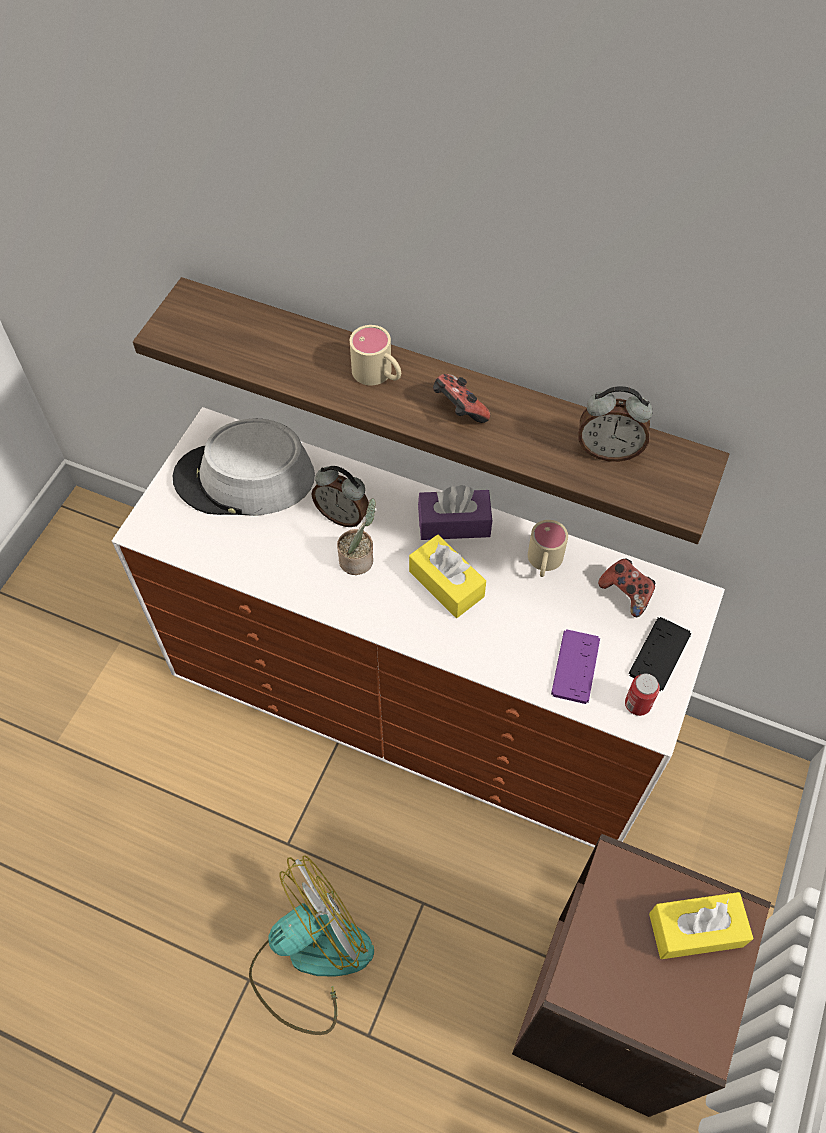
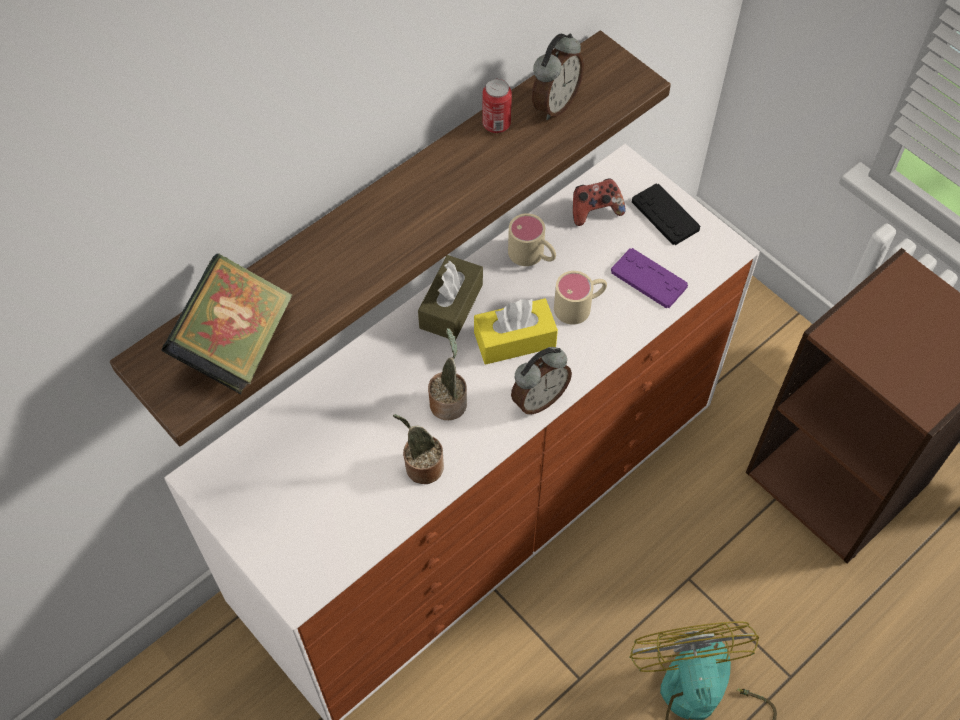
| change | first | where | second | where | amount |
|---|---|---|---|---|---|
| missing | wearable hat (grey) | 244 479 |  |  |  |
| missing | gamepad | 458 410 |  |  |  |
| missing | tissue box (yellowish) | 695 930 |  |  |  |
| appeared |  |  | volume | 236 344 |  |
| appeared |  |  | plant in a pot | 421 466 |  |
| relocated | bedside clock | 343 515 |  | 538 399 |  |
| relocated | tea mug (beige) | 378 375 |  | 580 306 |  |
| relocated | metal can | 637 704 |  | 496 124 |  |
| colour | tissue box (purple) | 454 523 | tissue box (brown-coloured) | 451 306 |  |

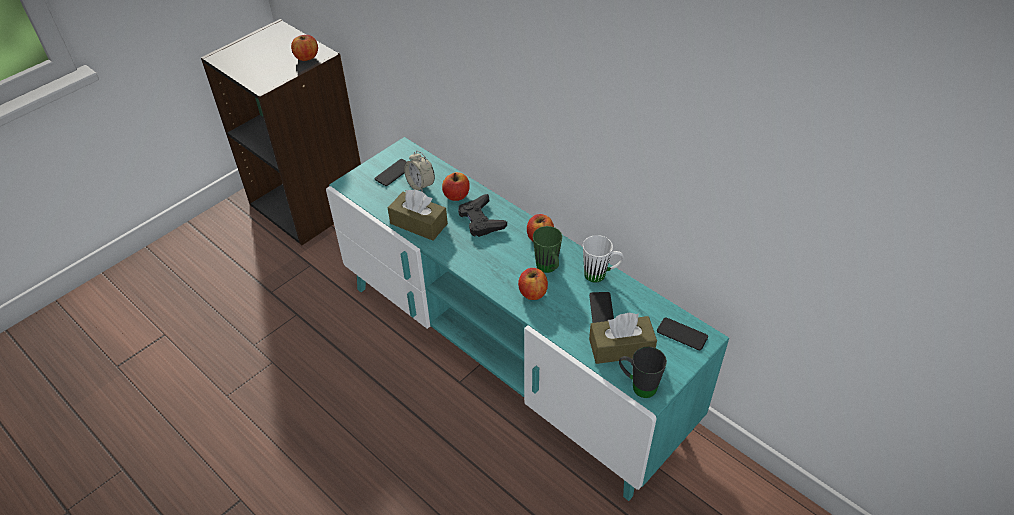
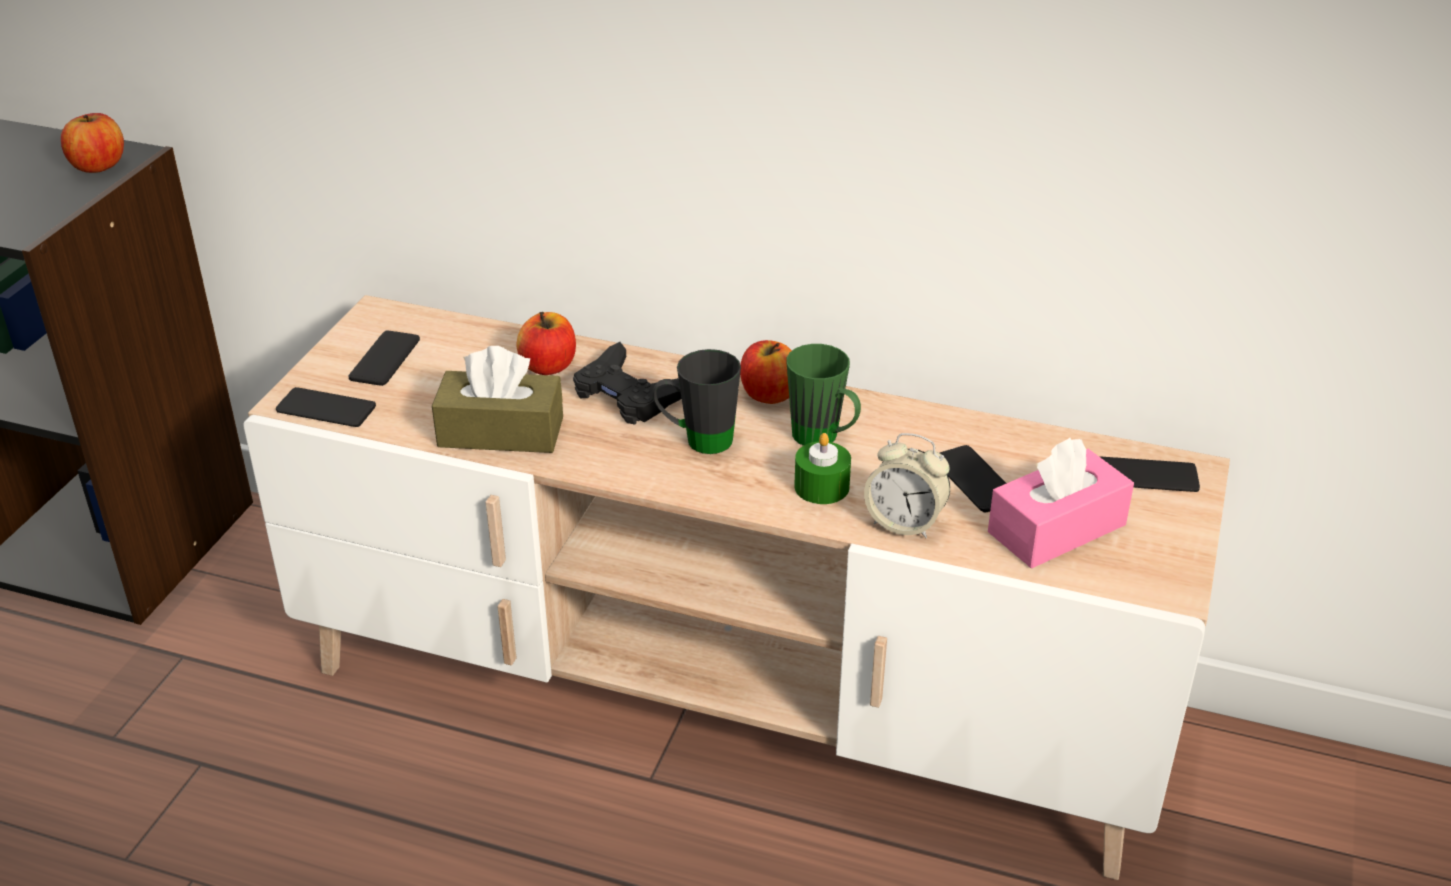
| change | first | where | second | where | amount |
|---|---|---|---|---|---|
| missing | tea mug (white) | 600 275 |  |  |  |
| appeared |  |  | phone | 326 409 |  |
| relocated | bedside clock | 420 185 |  | 904 523 |  |
| relocated | tea mug (black-coloured) | 638 385 |  | 697 440 |  |
| exchanged | apple | 532 293 | candle (greenish) | 821 487 |  |
| colour | media console (turquoise) | 509 356 | media console (beige) | 726 698 |  |
| colour | tissue box (brown-coloured) | 621 347 | tissue box (pink-coloured) | 1056 528 |  |

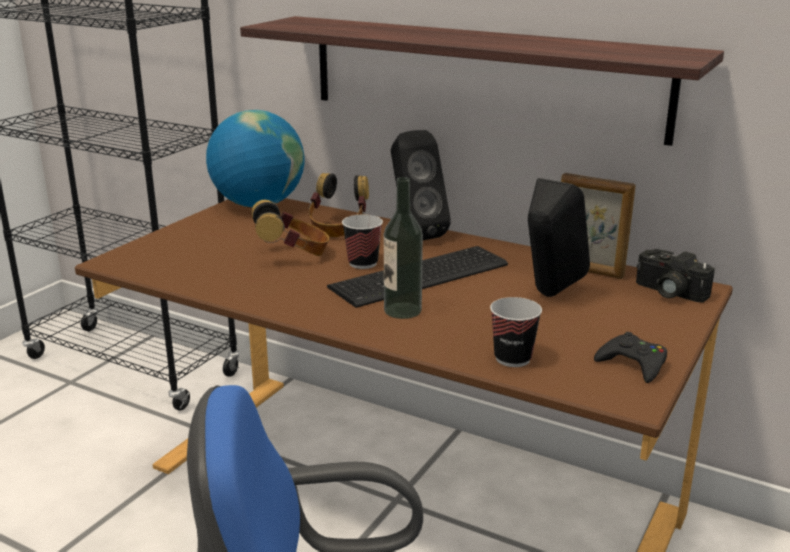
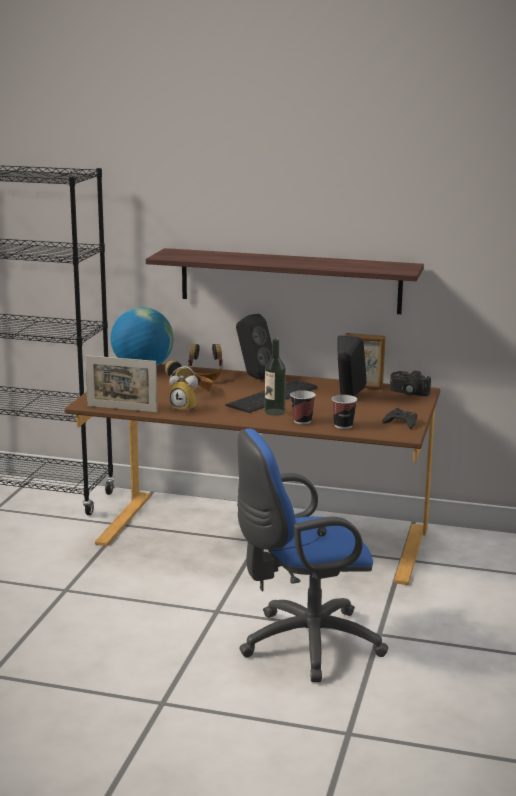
| change | first | where | second | where | amount |
|---|---|---|---|---|---|
| appeared |  |  | picture frame | 122 409 |  |
| appeared |  |  | bedside clock | 185 408 |  |
| relocated | drinking cup | 363 263 |  | 302 421 |  |

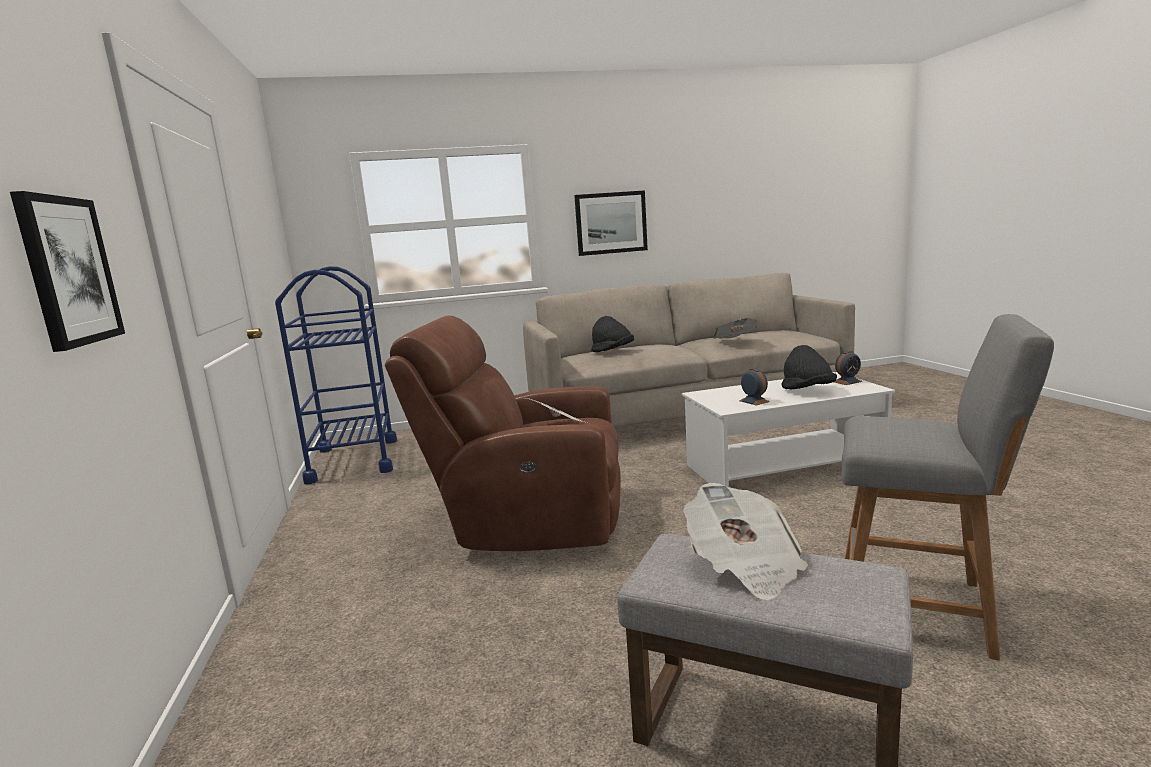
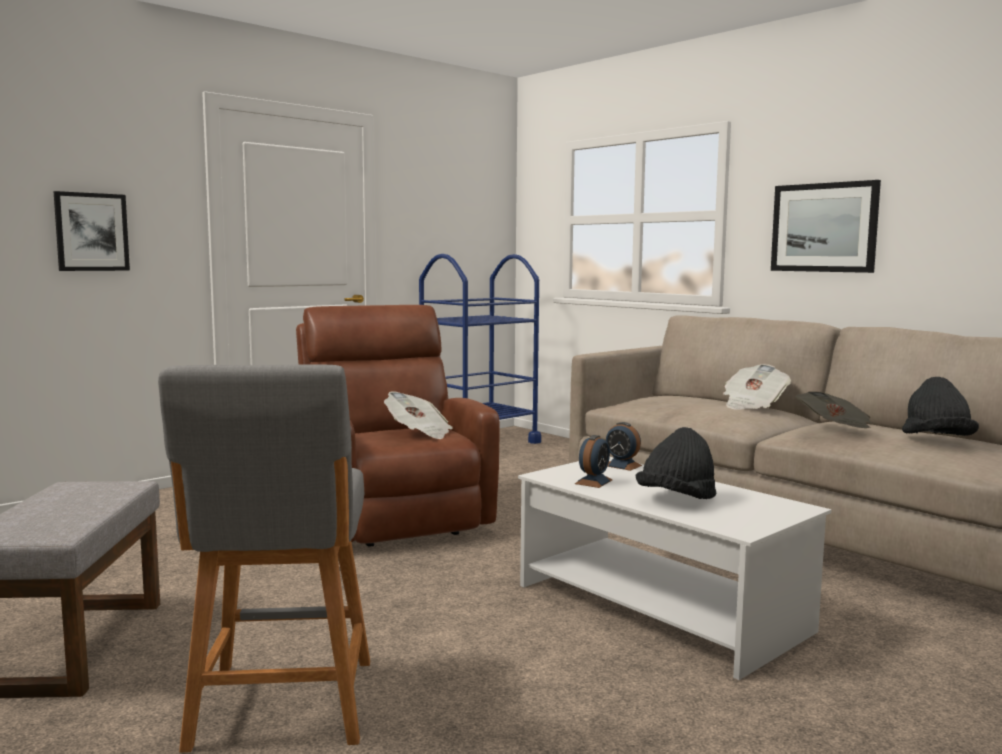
| change | first | where | second | where | amount |
|---|---|---|---|---|---|
| relocated | wearable hat (black-coloured) | 612 352 |  | 936 441 |  |
| relocated | daily paper | 744 567 |  | 752 405 |  |
| relocated | bedside clock | 847 381 |  | 622 465 |  |

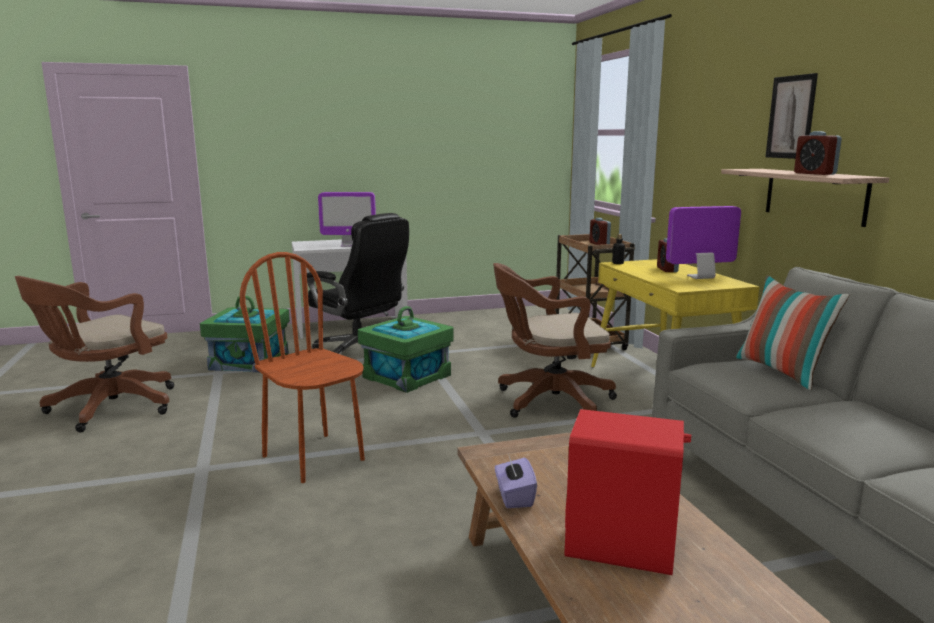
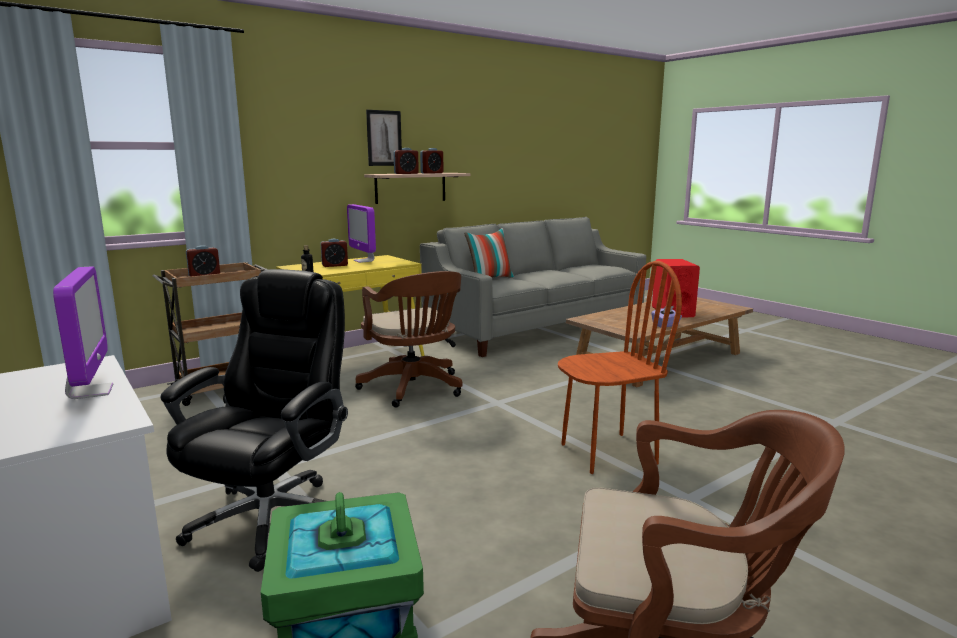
| change | first | where | second | where | amount |
|---|---|---|---|---|---|
| missing | storage box (greenish) | 407 376 |  |  |  |
| appeared |  |  | bedside clock | 406 173 |  |
| spun | chair (brown-coloured) | 314 457 |  | 608 453 | 135 degrees counterclockwise |

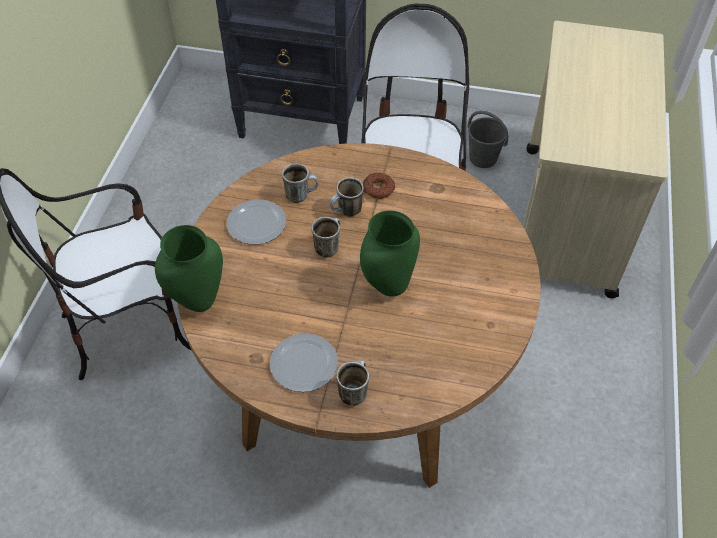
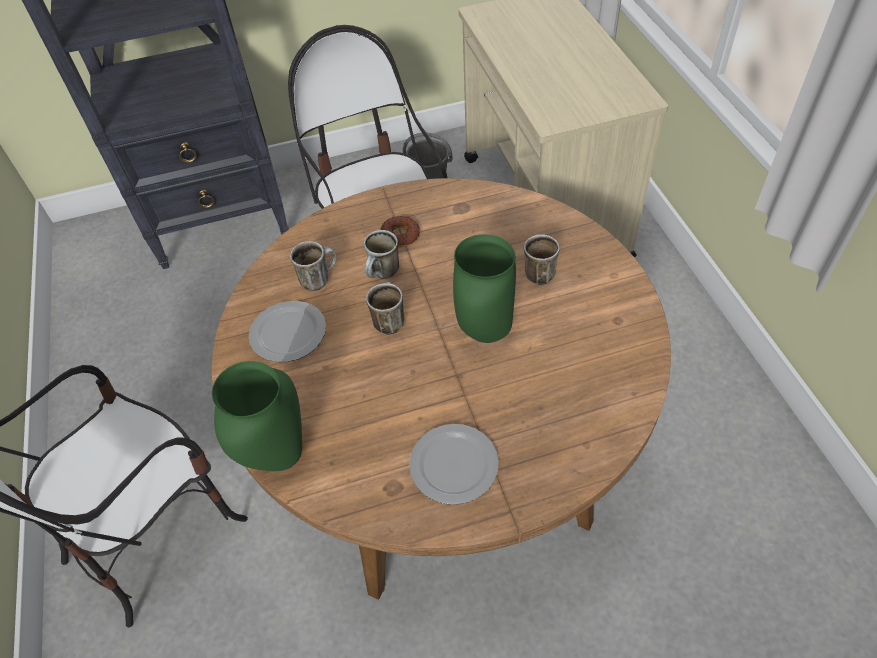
| change | first | where | second | where | amount |
|---|---|---|---|---|---|
| relocated | tea mug | 353 391 |  | 537 272 |  |

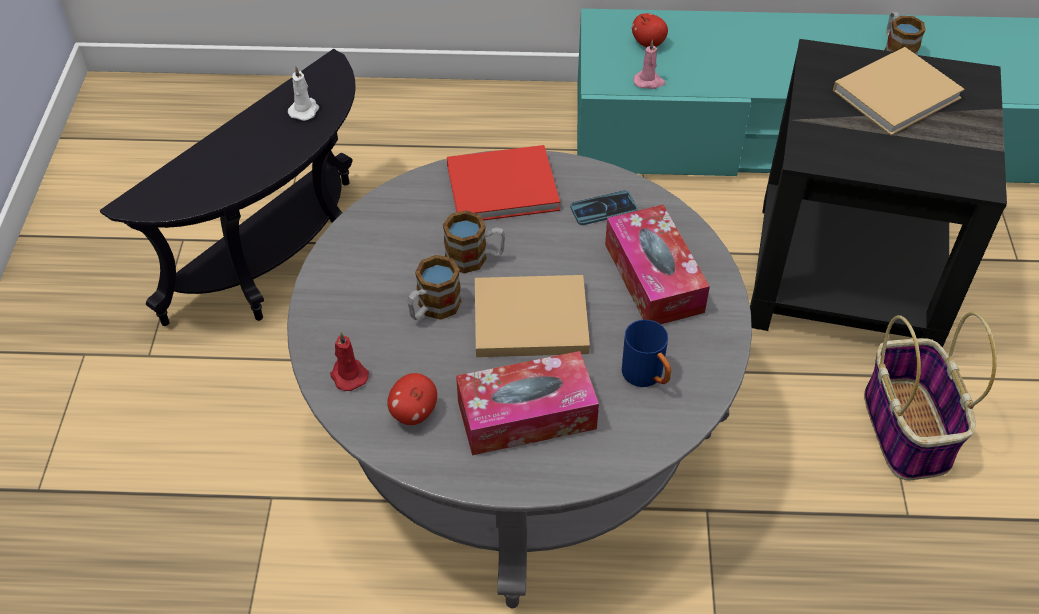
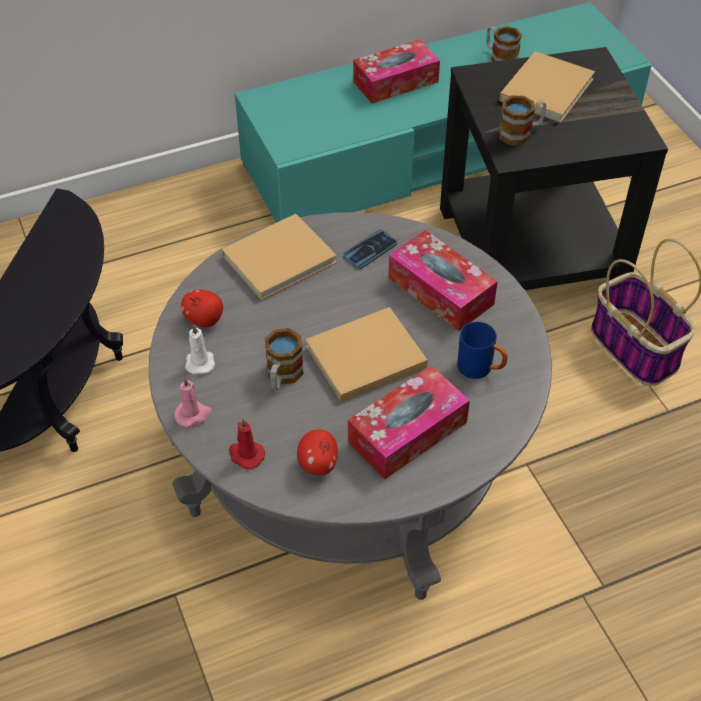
| change | first | where | second | where | amount |
|---|---|---|---|---|---|
| appeared |  |  | tissue box | 395 81 |  |
| relocated | candle (white) | 304 110 |  | 200 361 |  |
| relocated | tea mug | 475 258 |  | 521 133 |  |
| relocated | apple | 648 43 |  | 204 320 |  |
| relocated | candle (pink-coloured) | 649 82 |  | 193 414 |  |
| colour | volume (reddish) | 506 187 | volume (beige) | 282 258 |  |

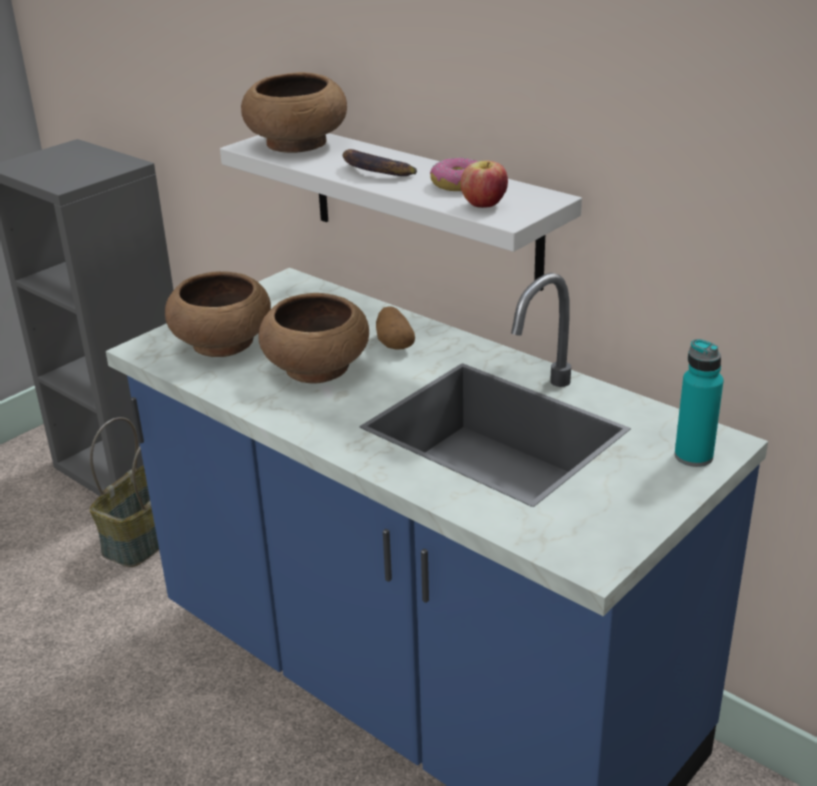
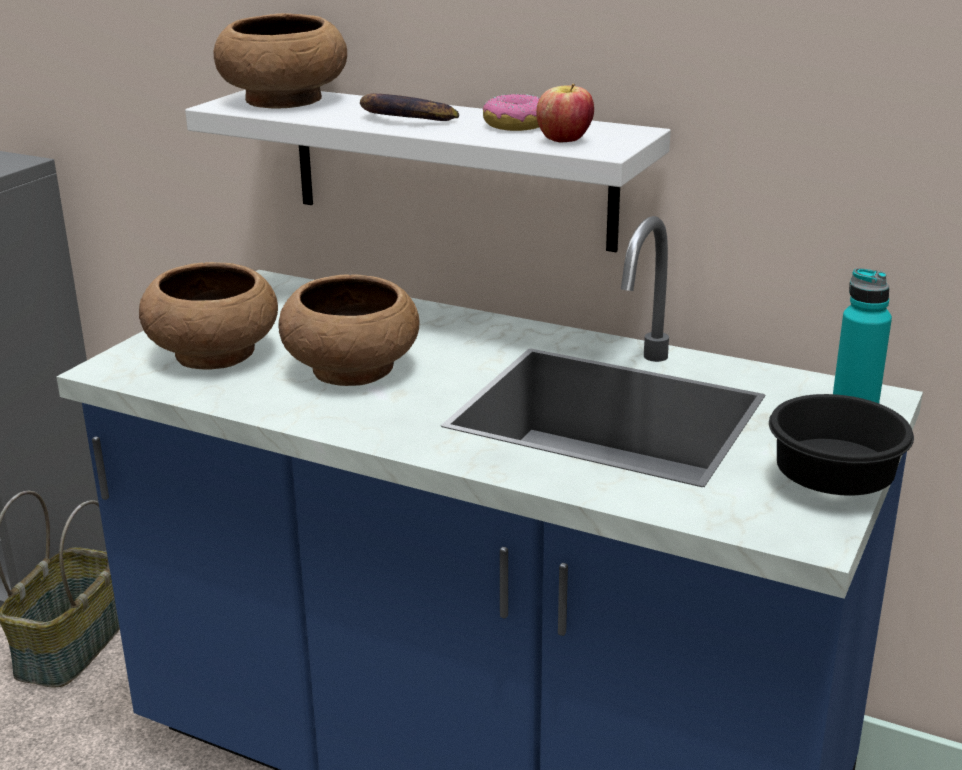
| change | first | where | second | where | amount |
|---|---|---|---|---|---|
| missing | whole potato | 394 343 |  |  |  |
| appeared |  |  | serving bowl (black-coloured) | 828 484 |  |

